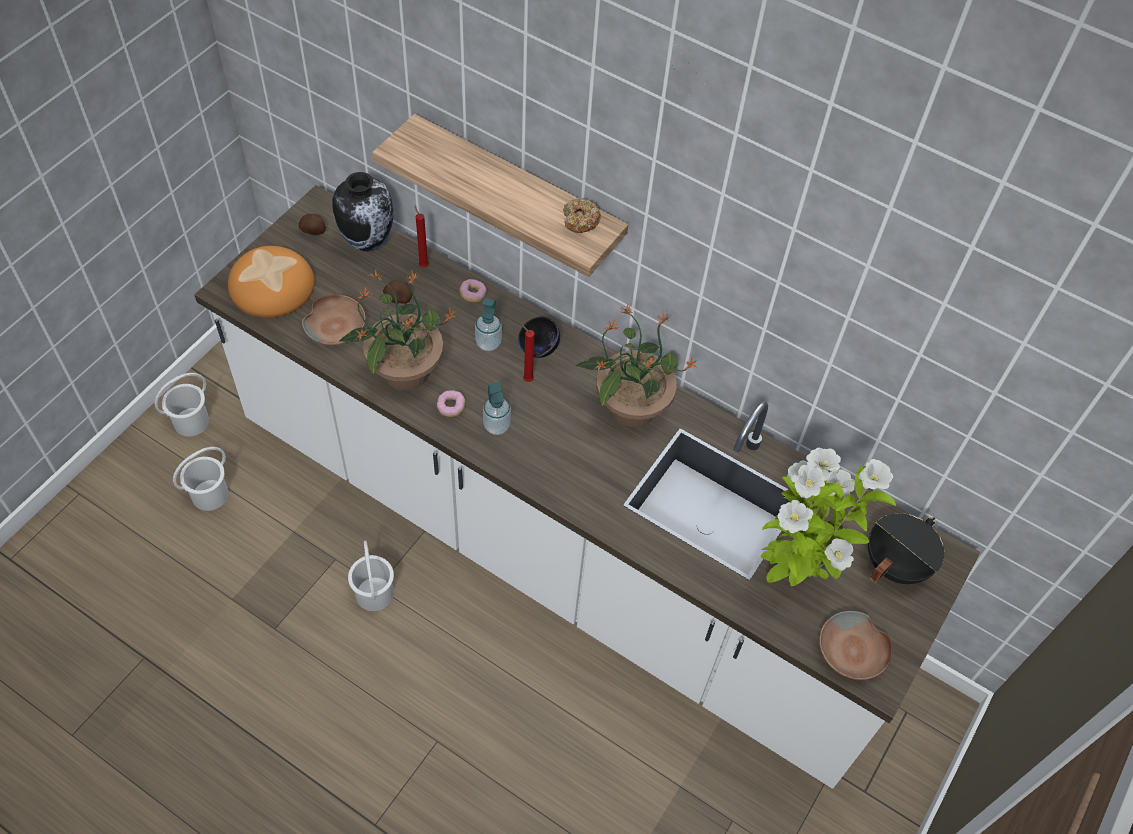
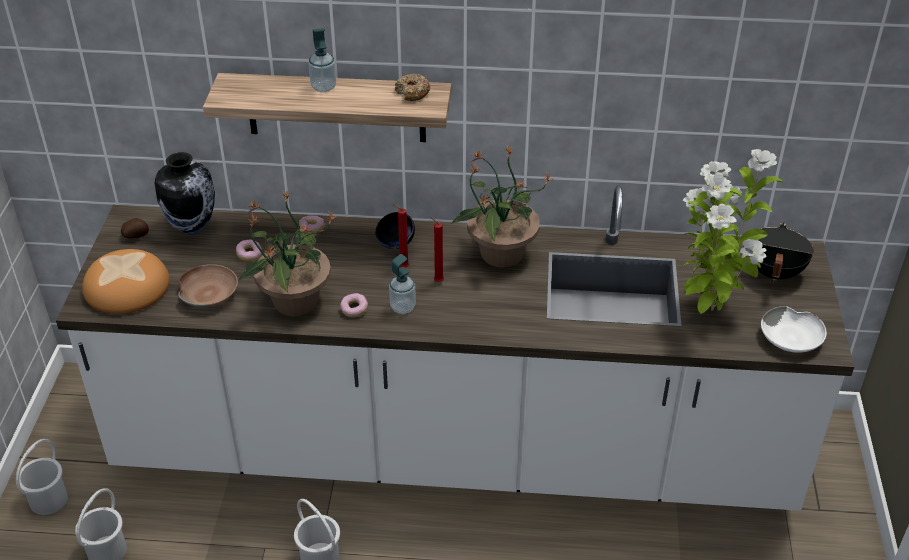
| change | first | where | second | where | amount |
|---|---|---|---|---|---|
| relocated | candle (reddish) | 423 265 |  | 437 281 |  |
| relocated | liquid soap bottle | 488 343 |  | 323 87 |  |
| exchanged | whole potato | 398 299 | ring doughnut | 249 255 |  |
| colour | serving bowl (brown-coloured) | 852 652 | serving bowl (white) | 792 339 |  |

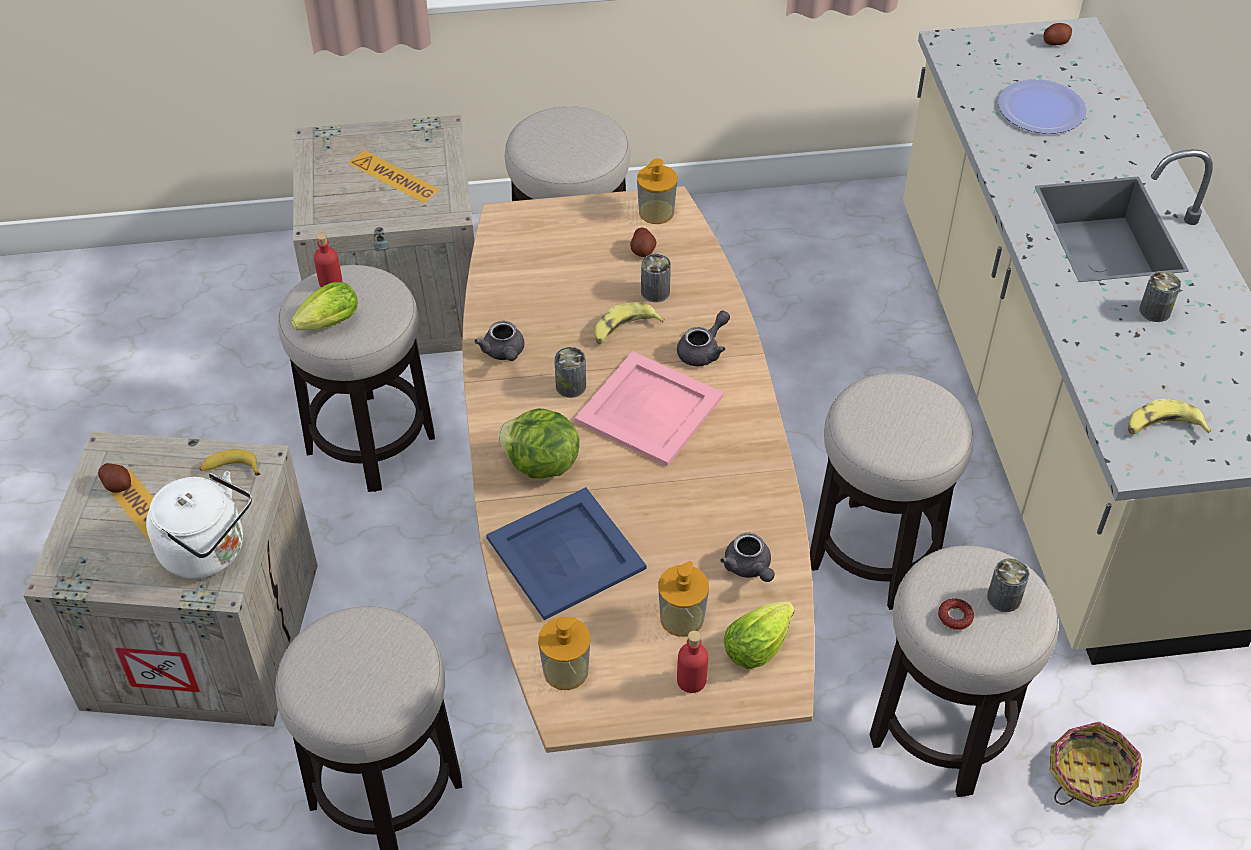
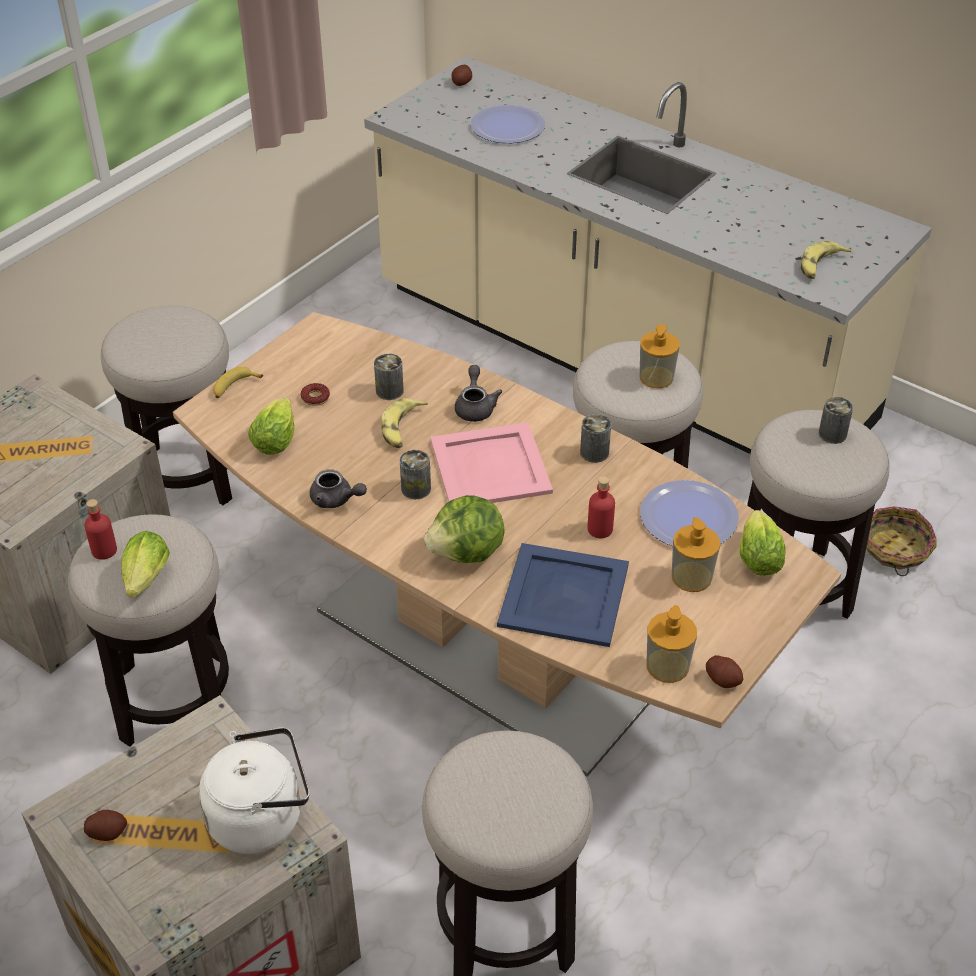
| change | first | where | second | where | amount |
|---|---|---|---|---|---|
| appeared |  |  | head of lettuce | 277 438 |  |
| relocated | banana fruit | 230 469 |  | 234 387 |  |
| relocated | whole potato | 643 251 |  | 723 679 |  |
| relocated | liquid soap bottle | 656 212 |  | 656 377 |  |
| relocated | bottle (reddish) | 691 680 |  | 600 529 |  |
| relocated | ring doughnut | 955 617 |  | 315 397 |  |
| relocated | metal can | 1154 311 |  | 594 452 |  |
| exchanged | tea pot (grey) | 749 568 | dinner plate | 689 517 |  |

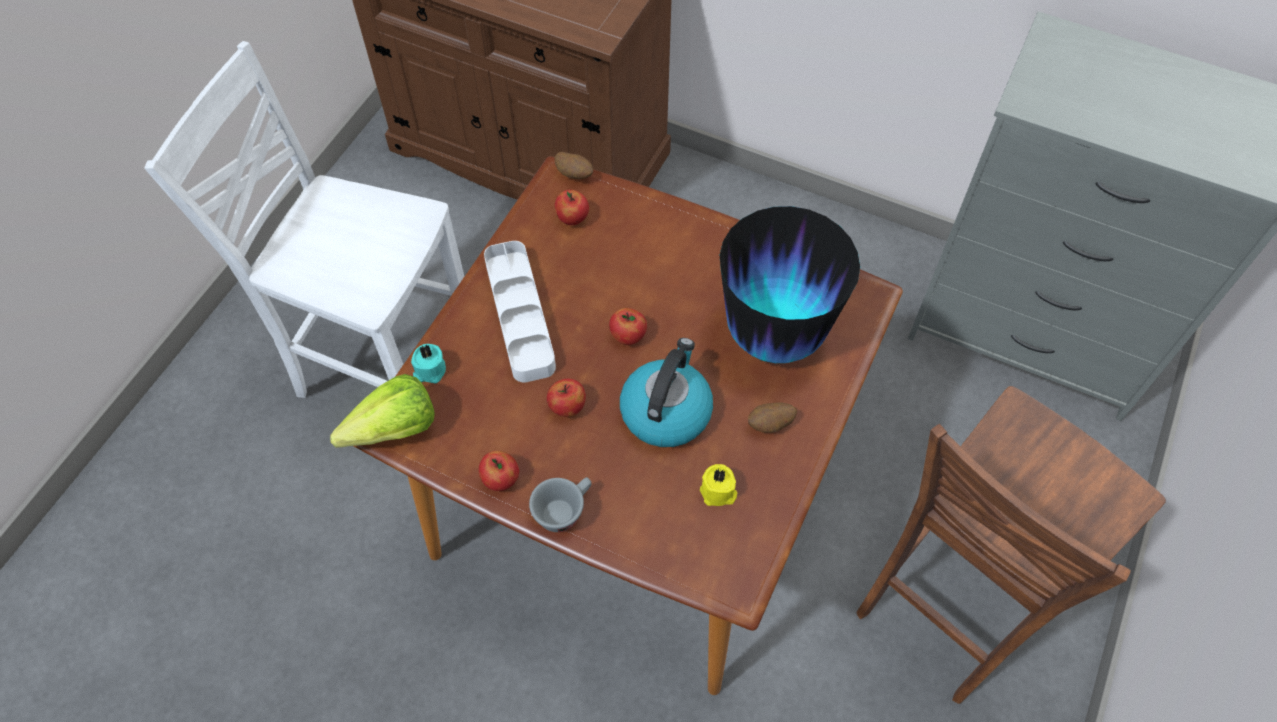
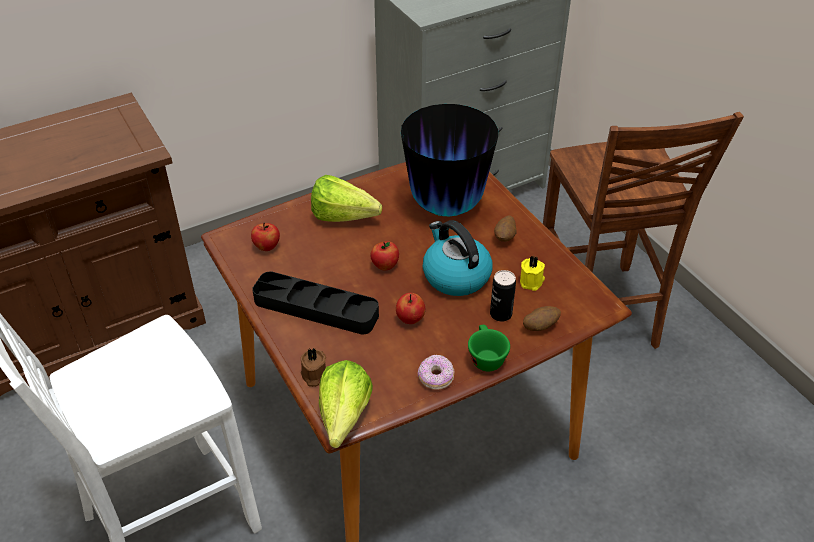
| change | first | where | second | where | amount |
|---|---|---|---|---|---|
| appeared |  |  | head of lettuce | 348 219 |  |
| appeared |  |  | metal can | 501 314 |  |
| relocated | whole potato | 574 174 |  | 540 326 |  |
| exchanged | apple | 501 479 | ring doughnut | 435 378 |  |
| colour | candle (turquoise) | 429 371 | candle (brown-coloured) | 313 375 |  |
| colour | serving tray (white) | 520 315 | serving tray (black-coloured) | 316 308 |  |
| colour | drinking cup (grey) | 564 510 | drinking cup (greenish) | 485 357 |  |

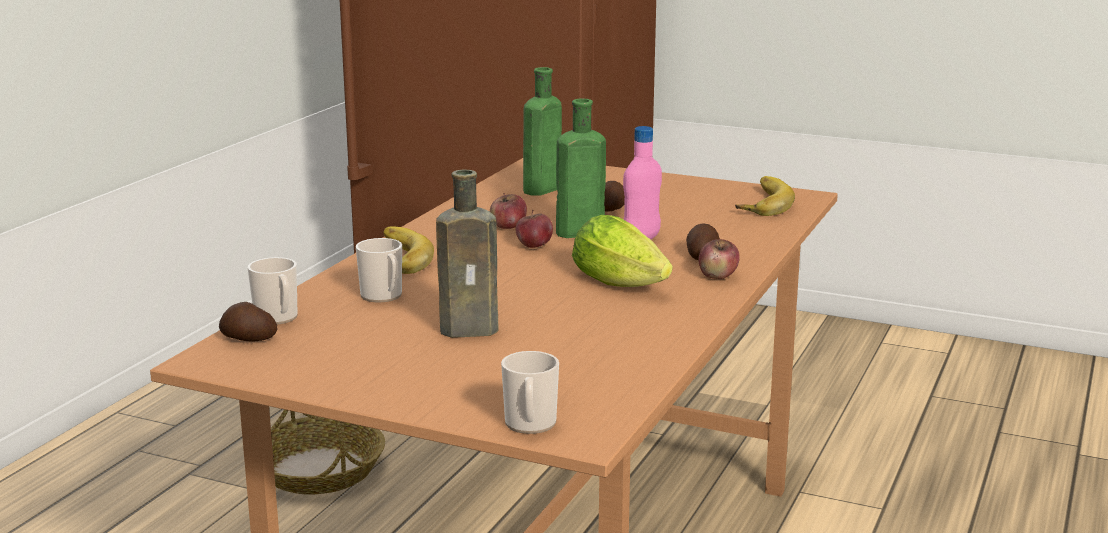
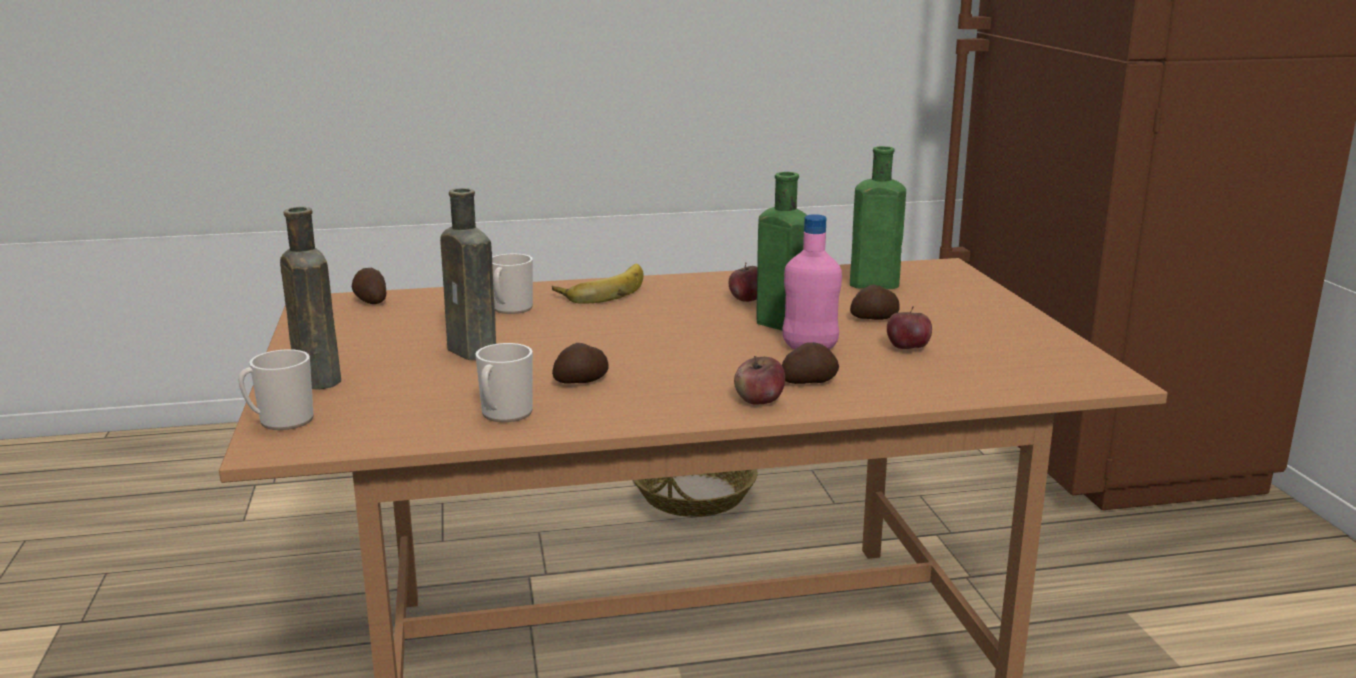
| change | first | where | second | where | amount |
|---|---|---|---|---|---|
| missing | head of lettuce | 623 283 |  |  |  |
| missing | banana fruit | 760 203 |  |  |  |
| appeared |  |  | bottle (brown-coloured) | 316 377 |  |
| appeared |  |  | whole potato | 582 381 |  |
| relocated | tea mug | 278 318 |  | 504 414 |  |
| relocated | apple | 534 246 |  | 907 348 |  |

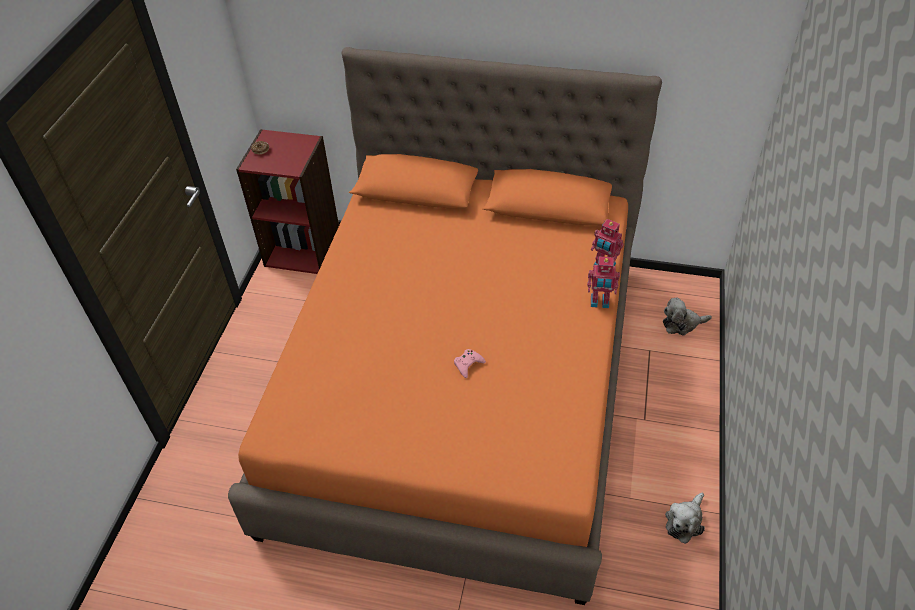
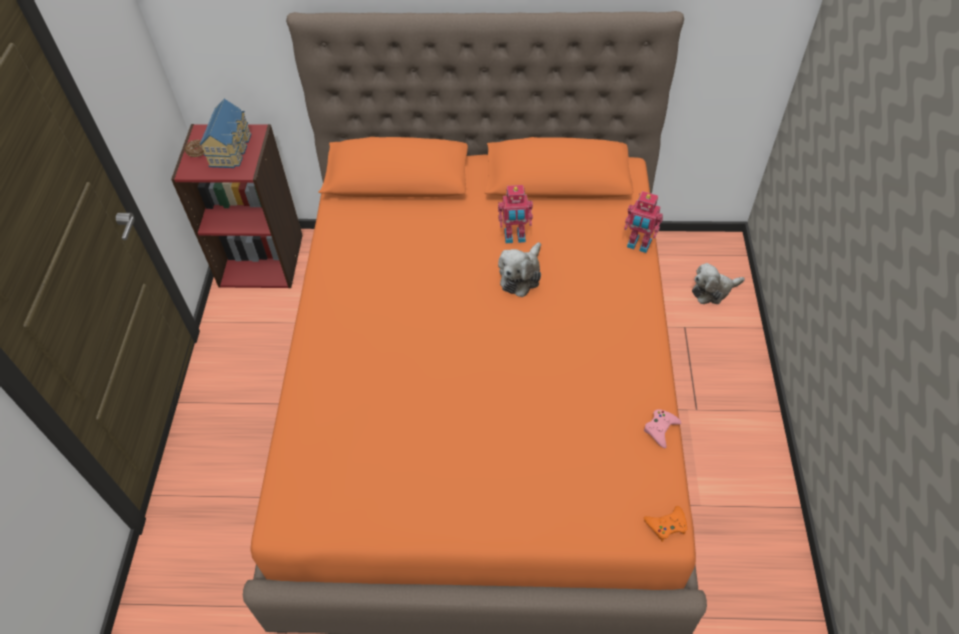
| change | first | where | second | where | amount |
|---|---|---|---|---|---|
| appeared |  |  | model house | 232 149 |  |
| appeared |  |  | gamepad (orange-coloured) | 666 525 |  |
| relocated | gamepad (pink-coloured) | 468 364 |  | 660 429 |  |
| relocated | robot figure | 599 302 |  | 515 237 |  |
| relocated | cuddly toy | 684 521 |  | 521 275 |  |

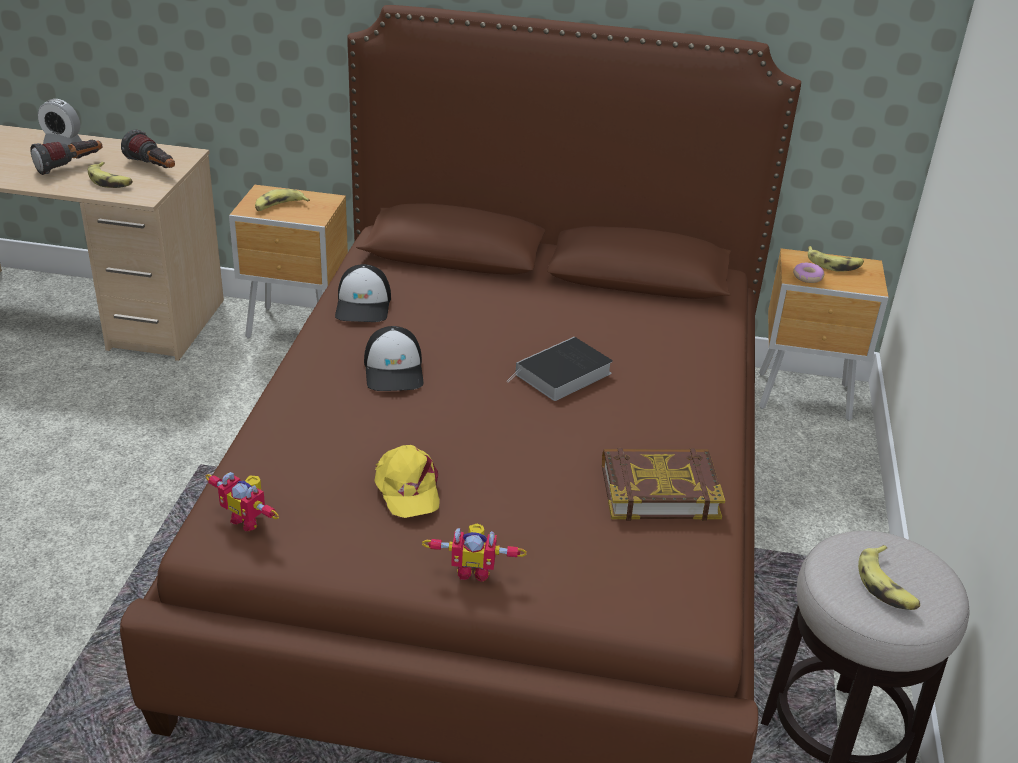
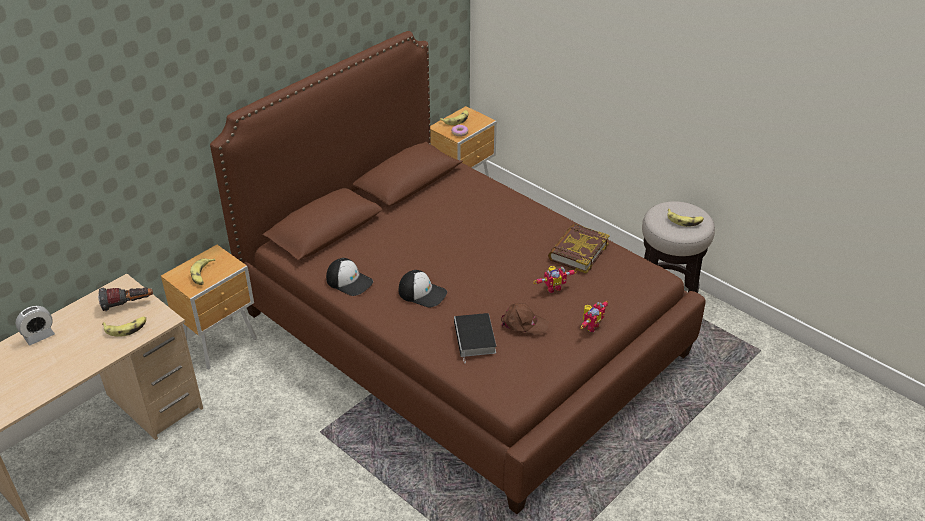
| change | first | where | second | where | amount |
|---|---|---|---|---|---|
| missing | torch | 70 167 |  |  |  |
| relocated | robot figure | 248 519 |  | 553 287 |  |
| relocated | volume | 562 375 |  | 475 339 |  |
| colour | peaked cap (yellowish) | 407 489 | peaked cap (brown-coloured) | 523 323 |  |

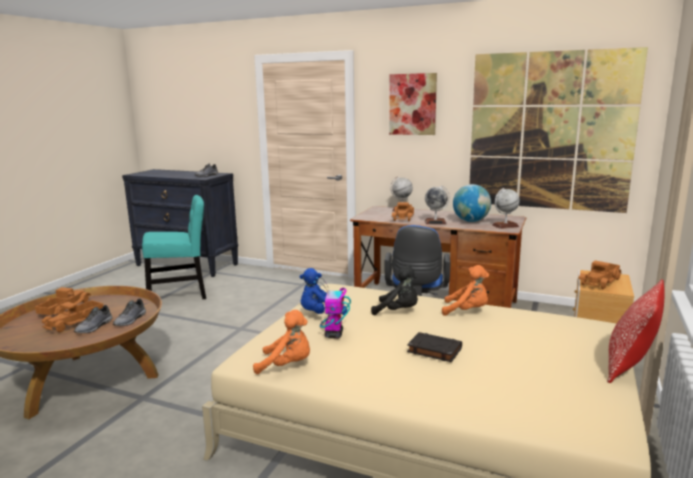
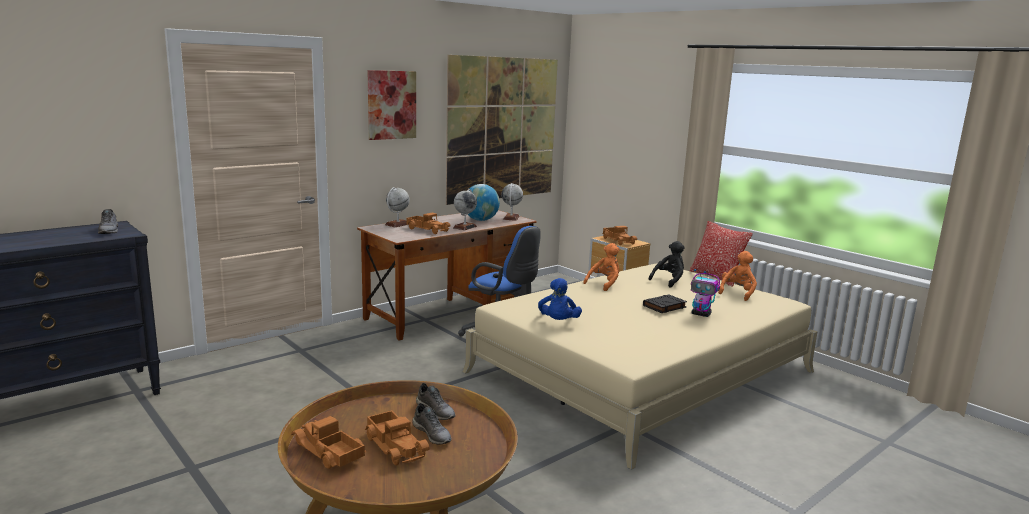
| change | first | where | second | where | amount |
|---|---|---|---|---|---|
| missing | chair (turquoise) | 180 294 |  |  |  |
| relocated | cuddly toy (orange-coloured) | 287 365 |  | 737 293 |  |
| relocated | robot figure | 334 334 |  | 701 314 |  |
| relocated | cuddly toy (black-coloured) | 398 311 |  | 669 281 |  |

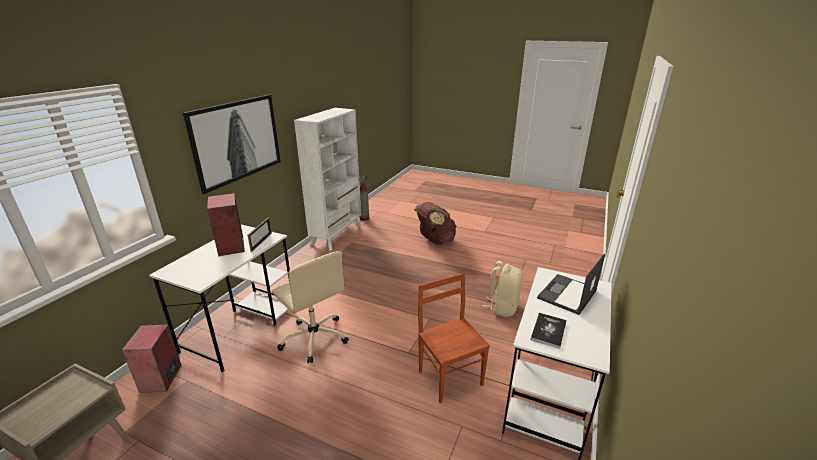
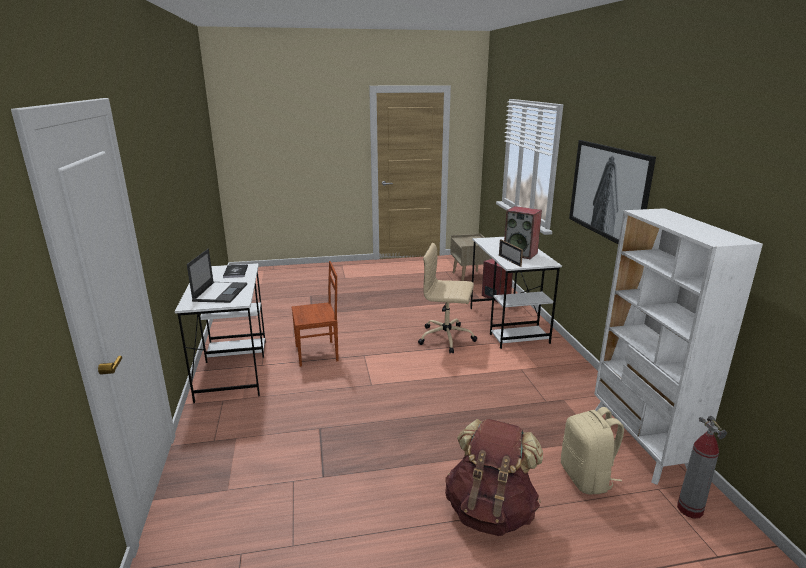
| change | first | where | second | where | amount |
|---|---|---|---|---|---|
| relocated | knapsack (beige) | 502 307 |  | 587 478 |  |
| spun | chair (brown-coloured) | 450 377 |  | 317 353 | 45 degrees counterclockwise |

